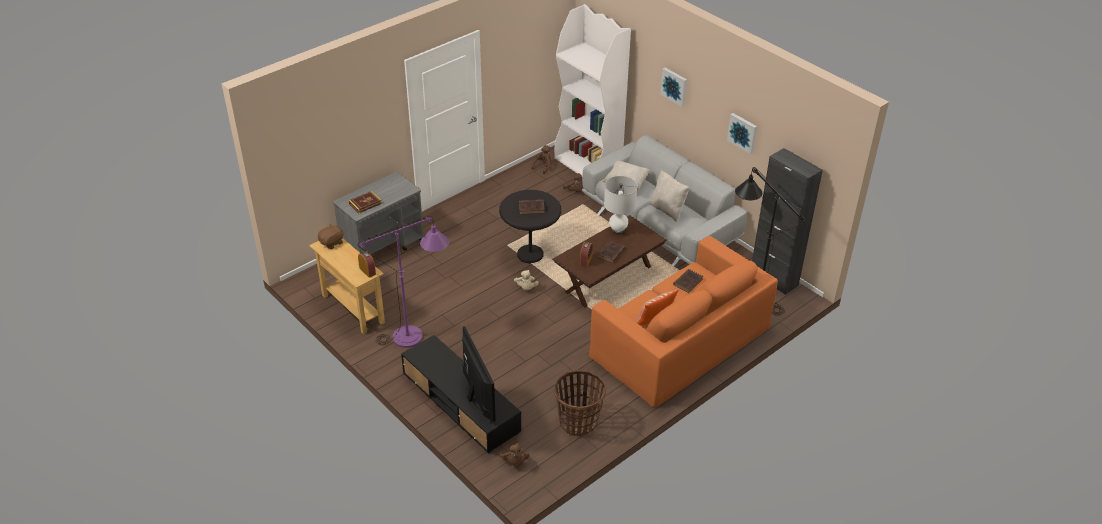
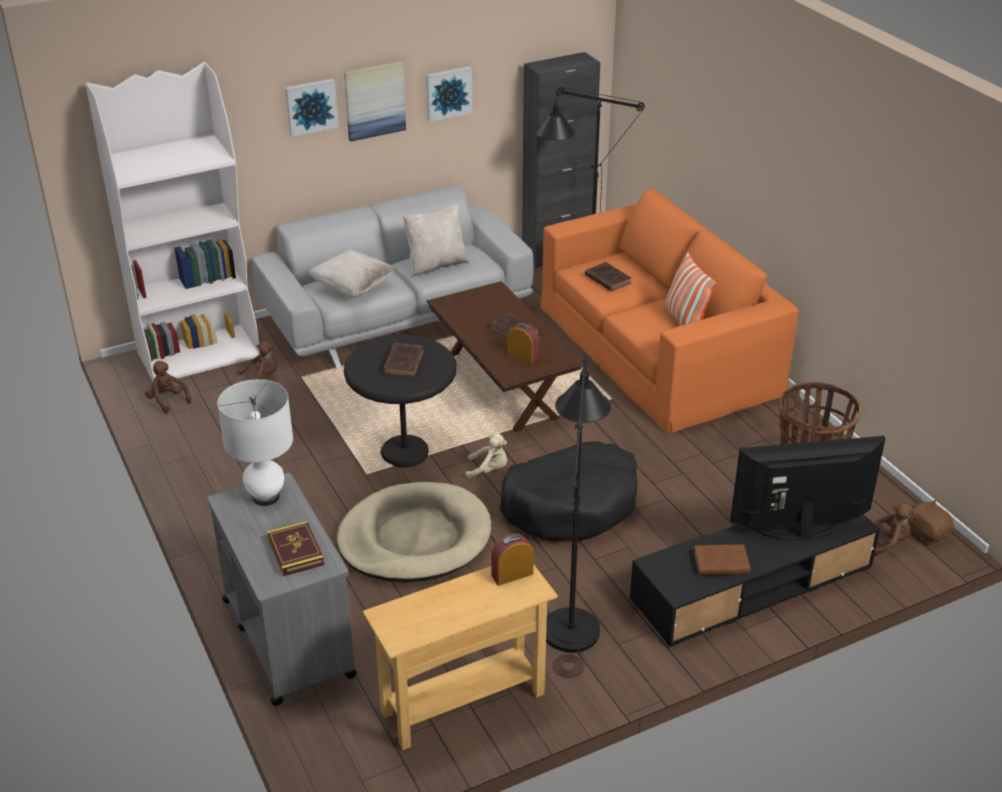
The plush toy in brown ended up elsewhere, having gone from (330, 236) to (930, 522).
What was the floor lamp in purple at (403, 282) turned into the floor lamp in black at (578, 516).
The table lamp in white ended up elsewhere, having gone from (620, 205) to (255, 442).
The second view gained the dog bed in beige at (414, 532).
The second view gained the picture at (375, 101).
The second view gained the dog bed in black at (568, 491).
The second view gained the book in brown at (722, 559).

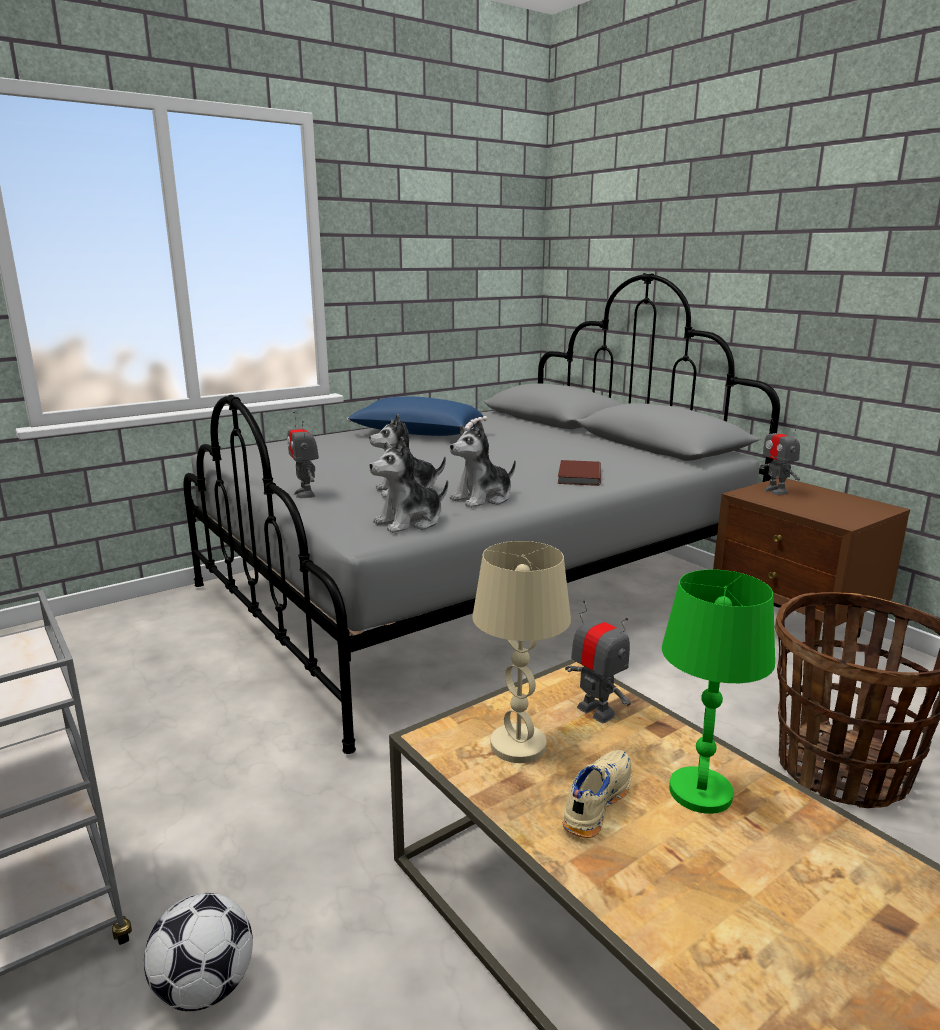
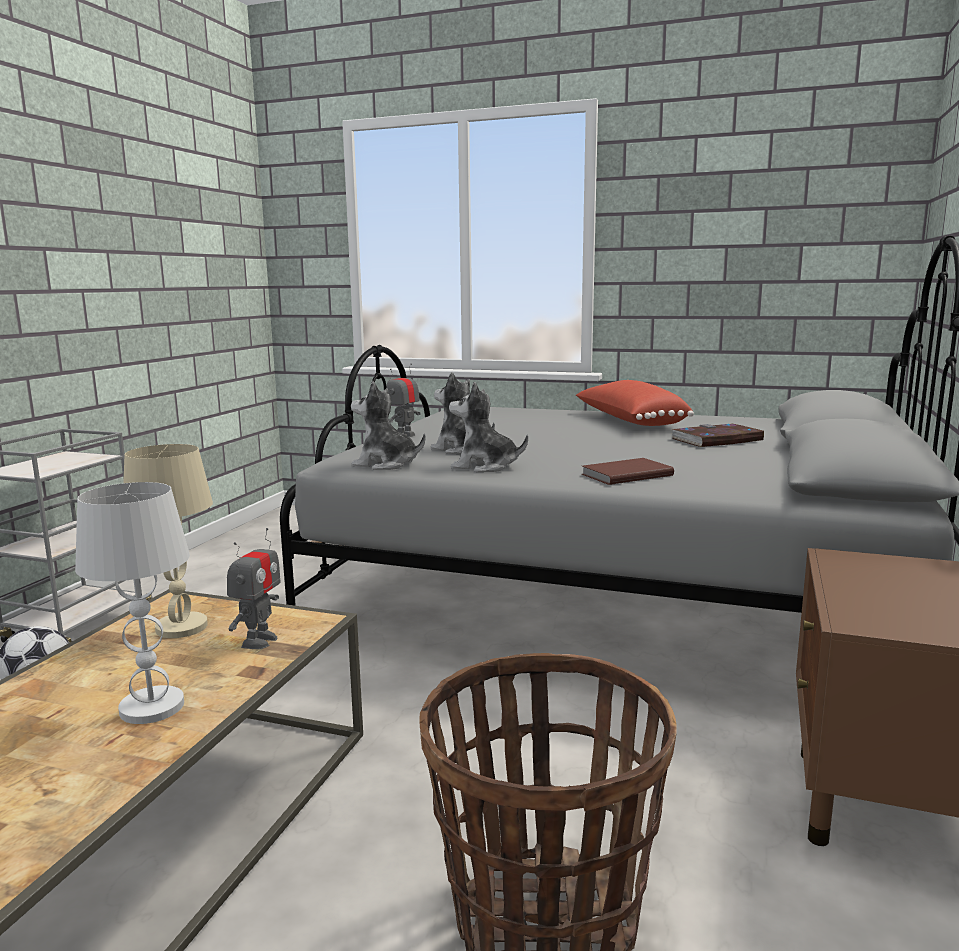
What was the pillow in blue at (417, 416) turned into the pillow in red at (635, 403).
The second view lost the shoe in beige at (597, 794).
What was the table lamp in green at (718, 692) turned into the table lamp in white at (132, 603).
The second view lost the toy robot at (780, 456).
The second view gained the book at (717, 435).

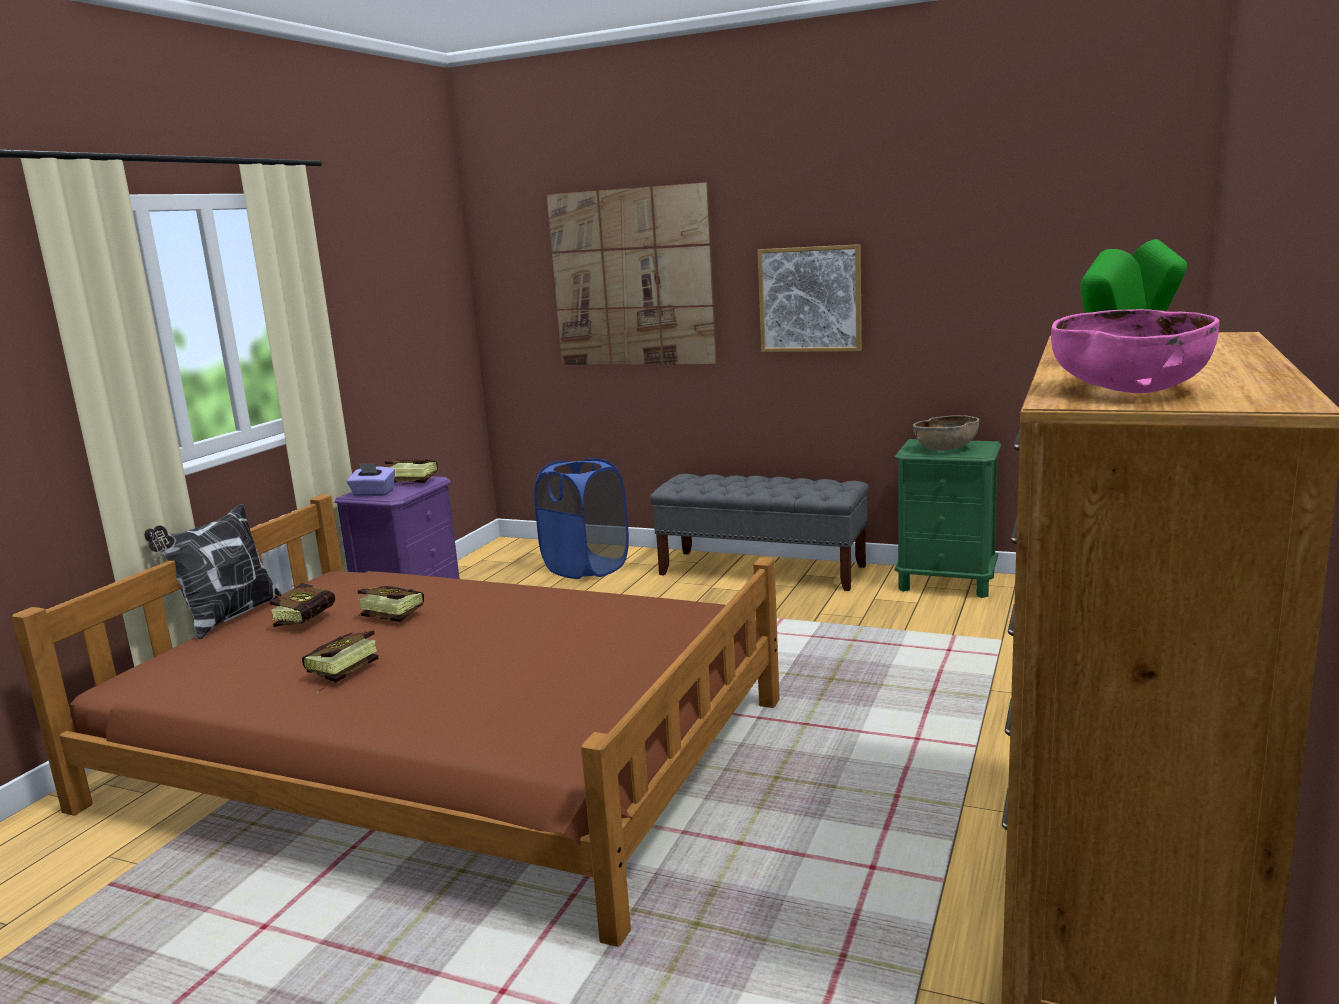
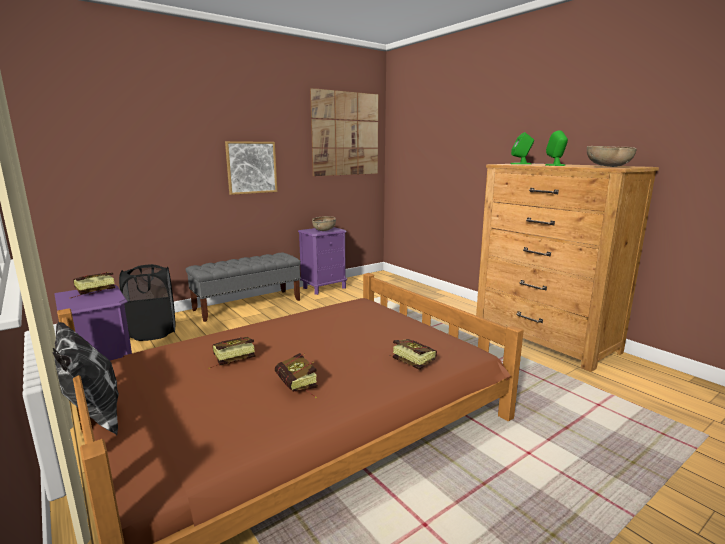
The book ended up elsewhere, having gone from (302, 605) to (413, 354).
The second view lost the tissue box in purple at (370, 479).
What was the laundry basket in blue at (581, 518) turned into the laundry basket in black at (147, 302).
The picture ended up elsewhere, having gone from (631, 273) to (344, 132).
What was the nightstand in green at (948, 518) turned into the nightstand in purple at (322, 261).
What was the bowl in pink at (1135, 351) turned into the bowl in brown at (612, 156).

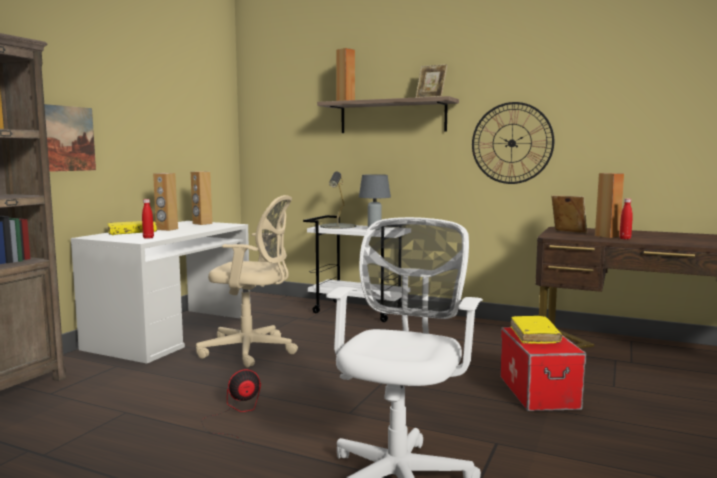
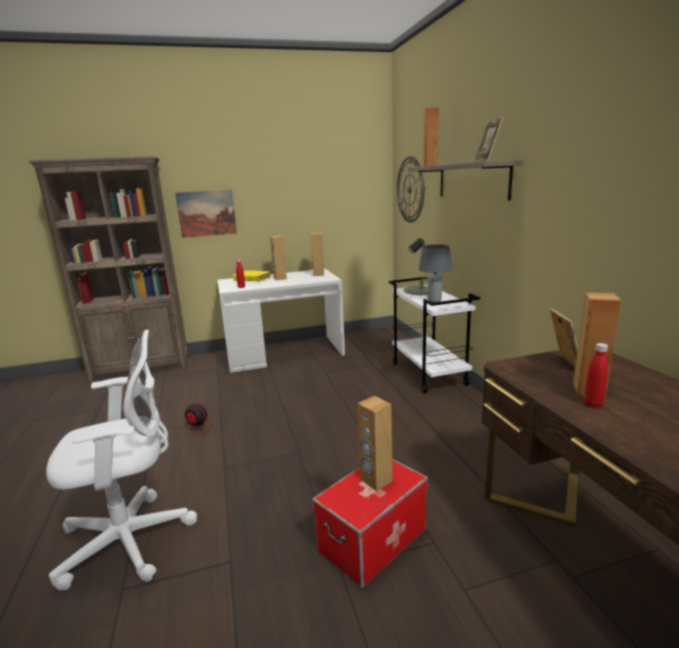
The second view lost the office chair in beige at (247, 281).
The wall clock ended up elsewhere, having gone from (513, 143) to (410, 189).
Where the book in yellow stood at (536, 330), the speaker in brown came to stand at (375, 443).

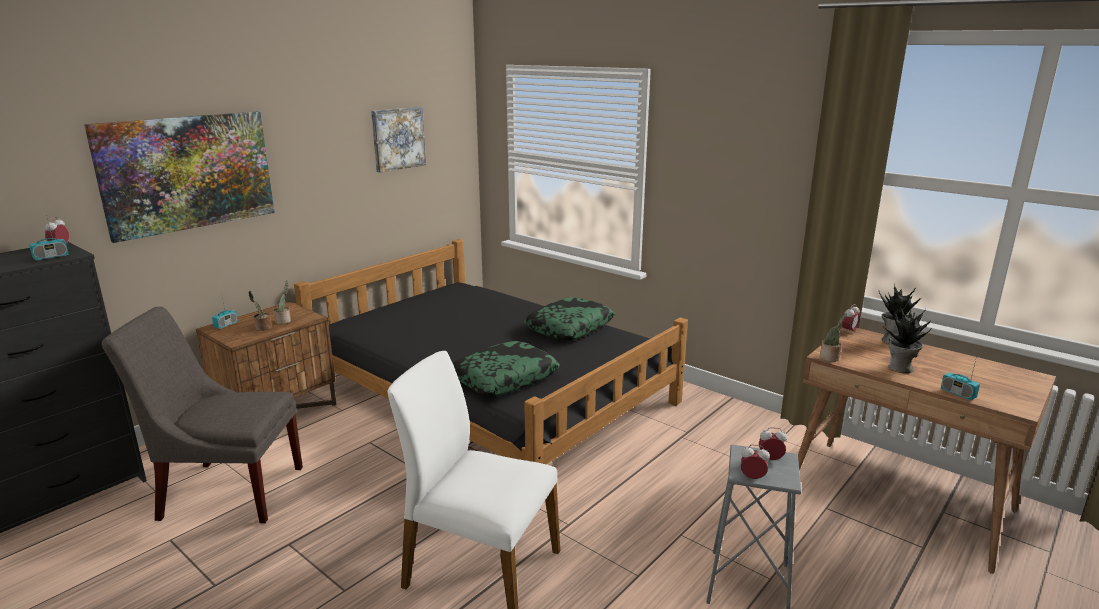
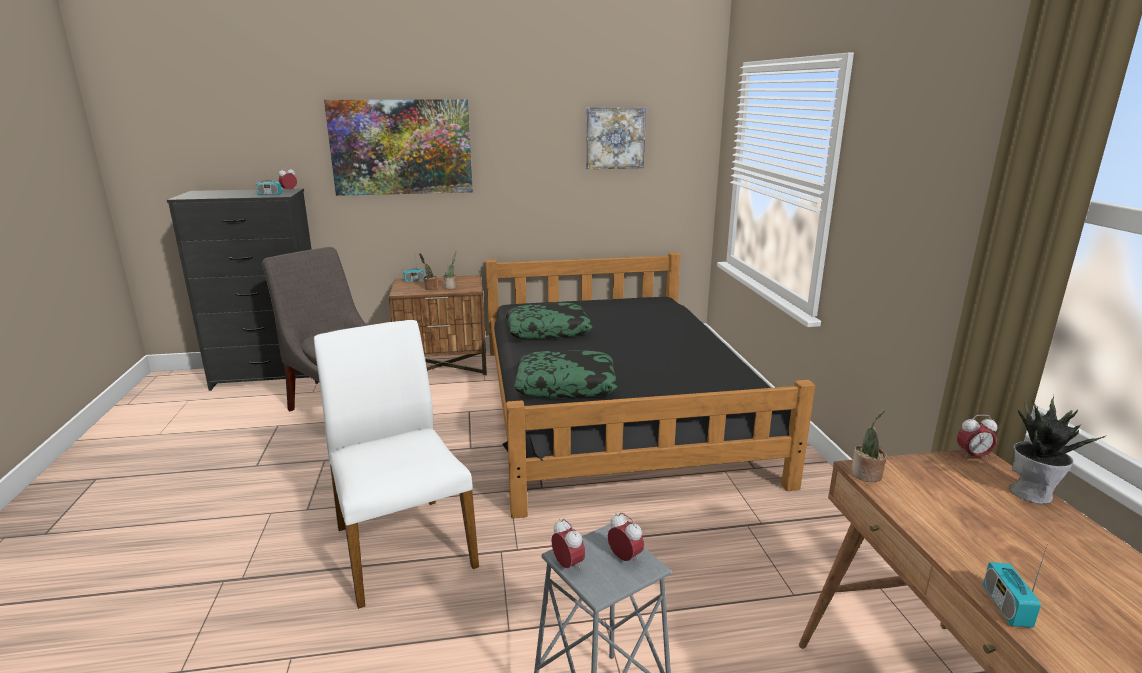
The pillow ended up elsewhere, having gone from (569, 318) to (549, 321).
The second view lost the potted plant at (906, 339).

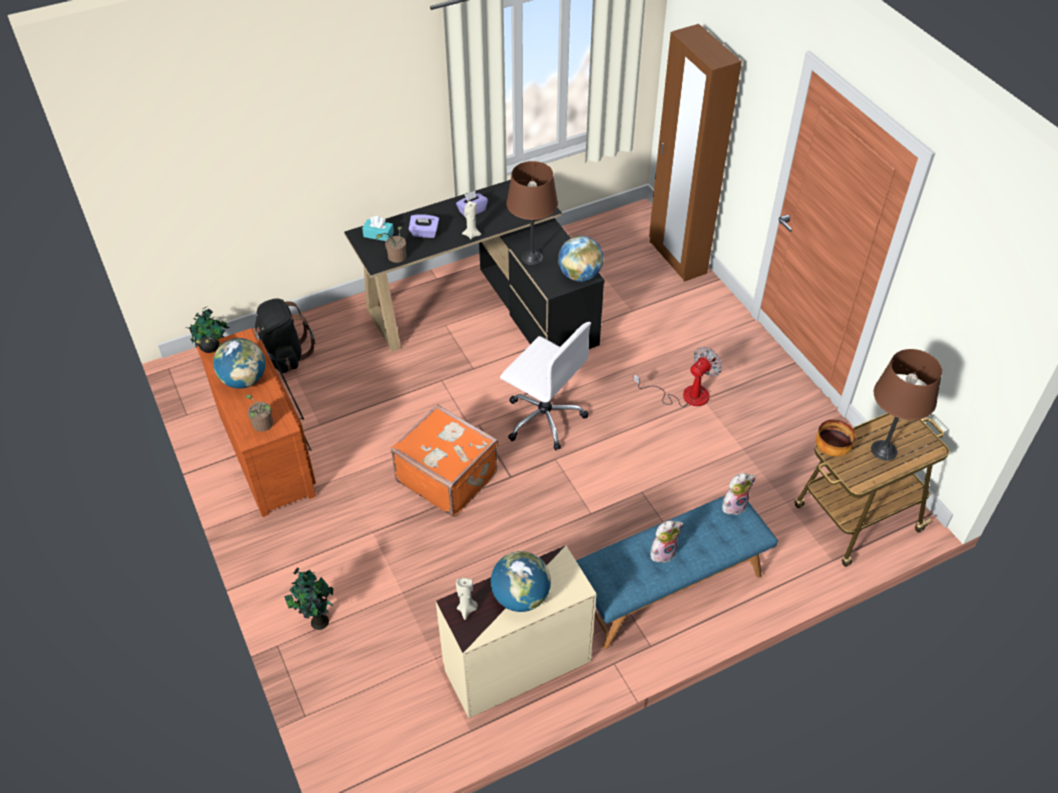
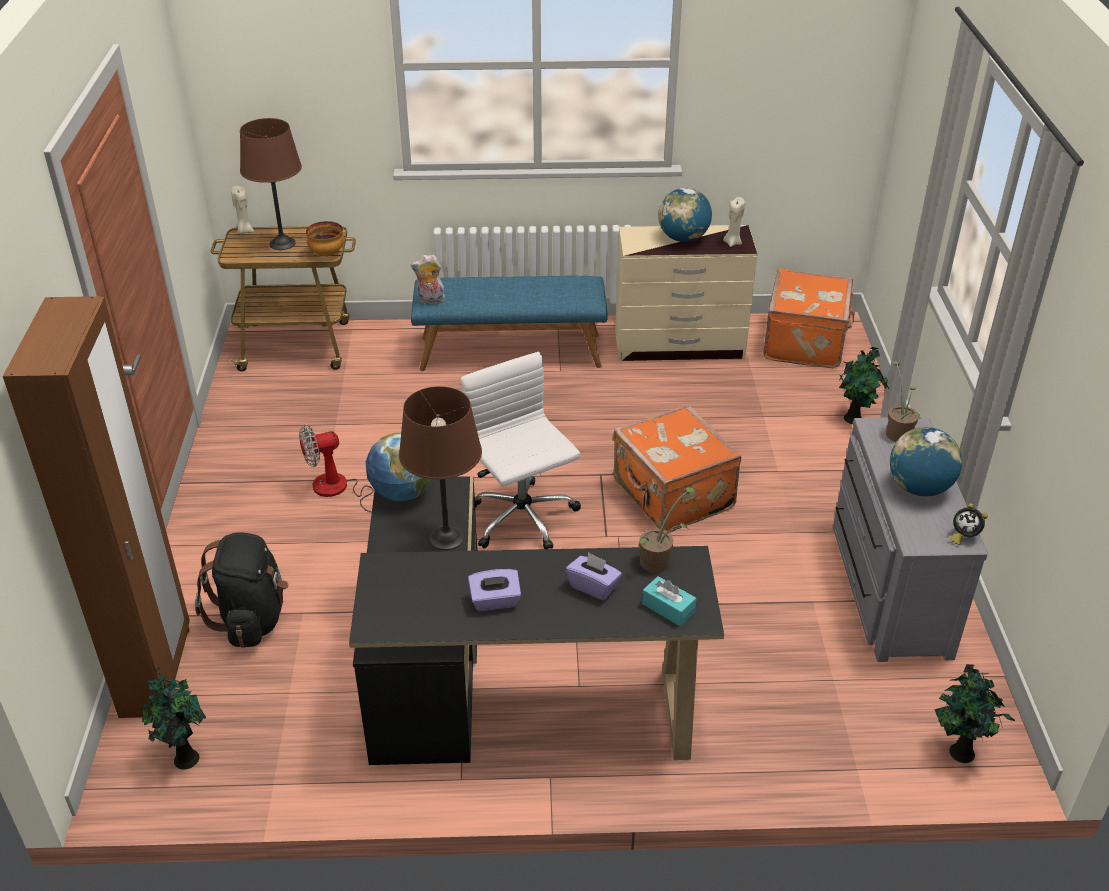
What was the dresser in brown at (256, 422) turned into the dresser in grey at (910, 539).
The backpack in black ended up elsewhere, having gone from (285, 335) to (242, 590).
The candle in beige ended up elsewhere, having gone from (472, 220) to (242, 210).
The second view lost the plush toy at (667, 543).
The second view gained the potted plant at (174, 718).
The second view gained the suitcase in orange at (809, 318).

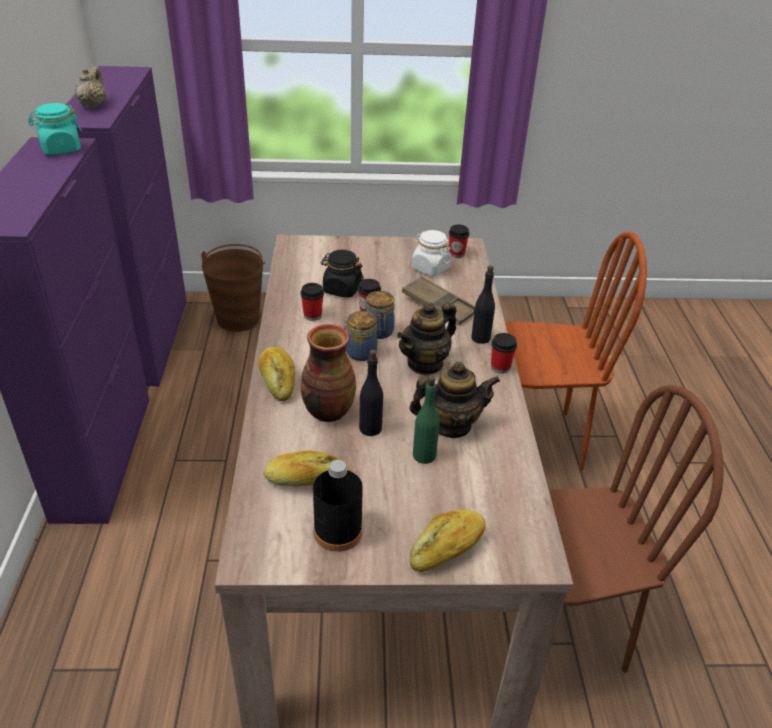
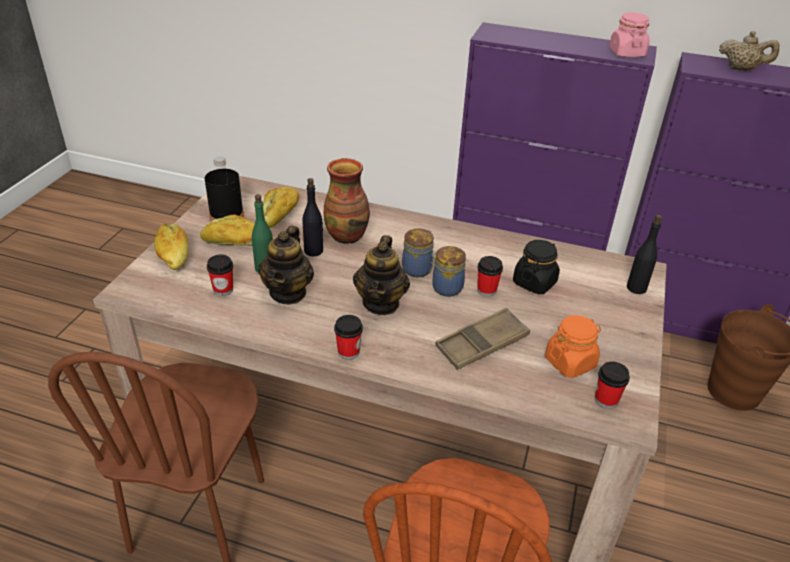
What was the jar in turquoise at (55, 129) turned into the jar in pink at (629, 34).
The bread ended up elsewhere, having gone from (276, 374) to (227, 230).
The cup ended up elsewhere, having gone from (312, 302) to (220, 275).
The teapot at (426, 338) ended up facing another way, 150 degrees counterclockwise from before.
What was the jar in white at (431, 253) turned into the jar in orange at (573, 346).
The bottle in black ended up elsewhere, having gone from (483, 304) to (644, 254).

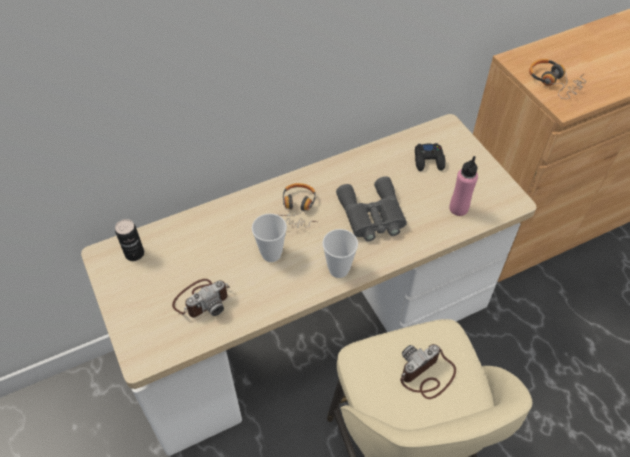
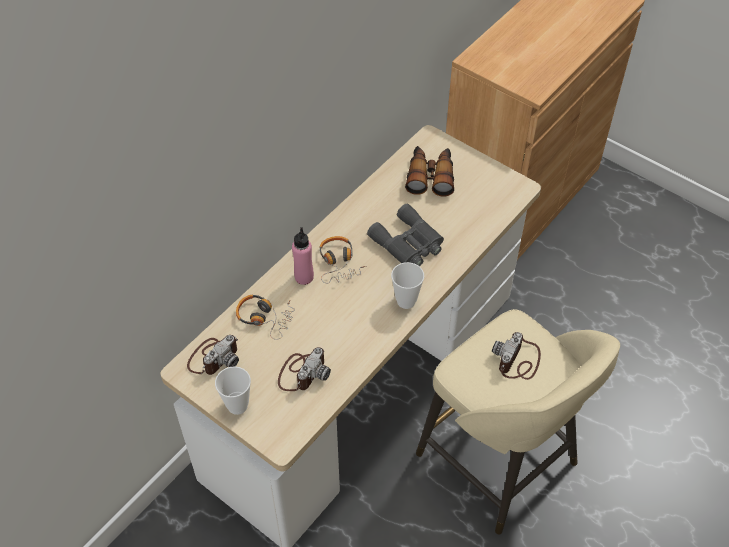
Where the can stood at (129, 240), the photo camera came to stand at (213, 355).
The cup ended up elsewhere, having gone from (269, 238) to (233, 390).
Where the game controller in black stood at (430, 157), the binoculars came to stand at (429, 171).
The bottle in pink ended up elsewhere, having gone from (463, 186) to (303, 256).
The headphones ended up elsewhere, having gone from (557, 79) to (265, 317).

